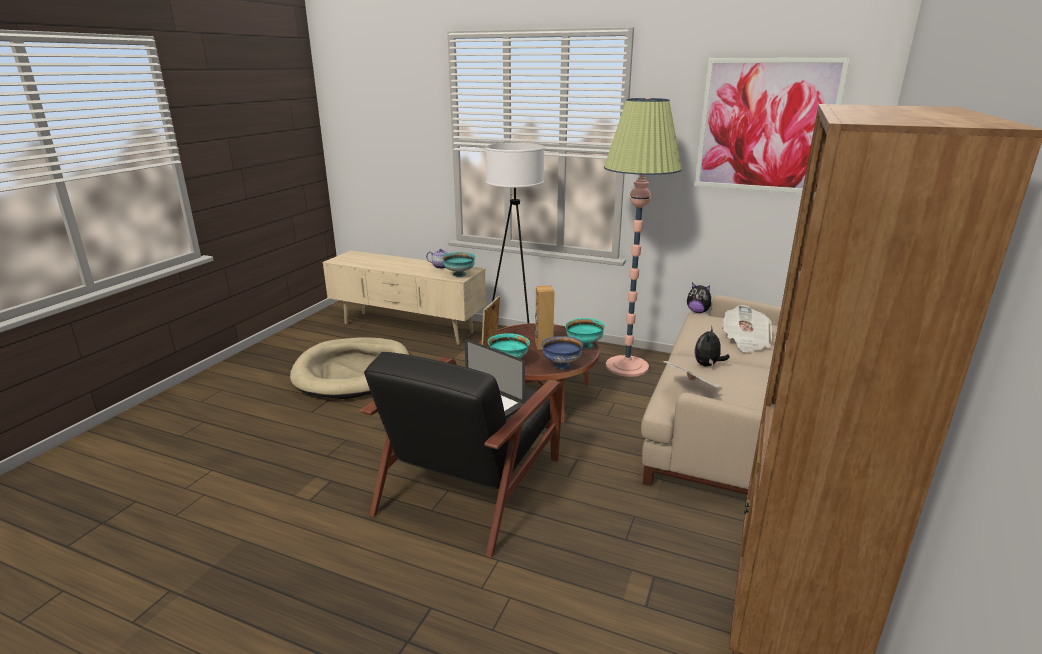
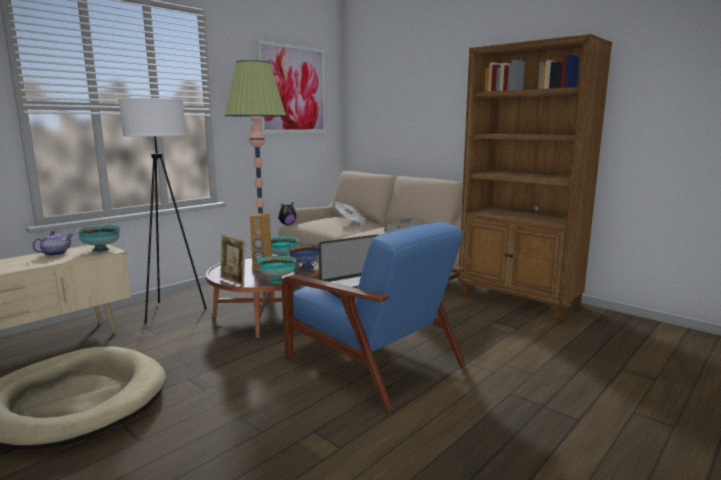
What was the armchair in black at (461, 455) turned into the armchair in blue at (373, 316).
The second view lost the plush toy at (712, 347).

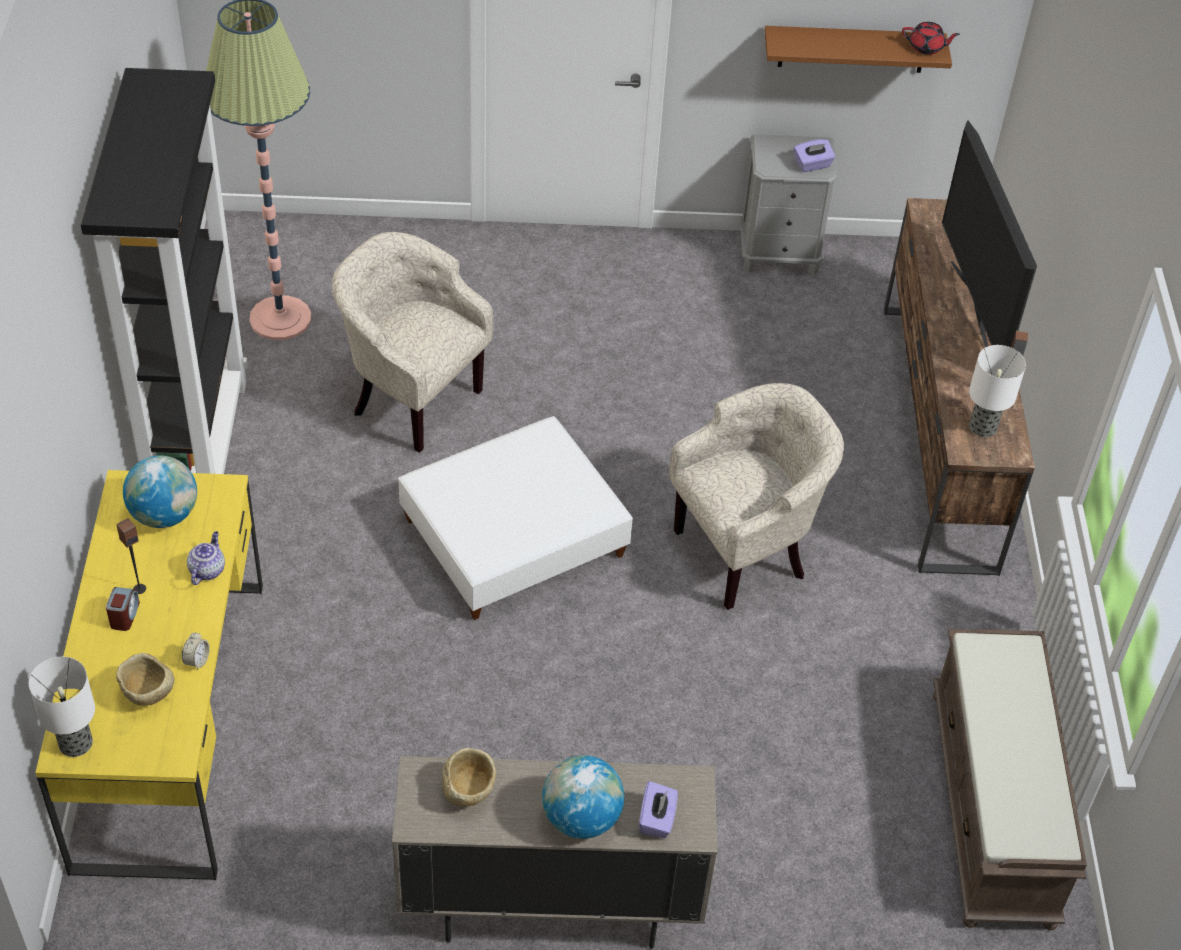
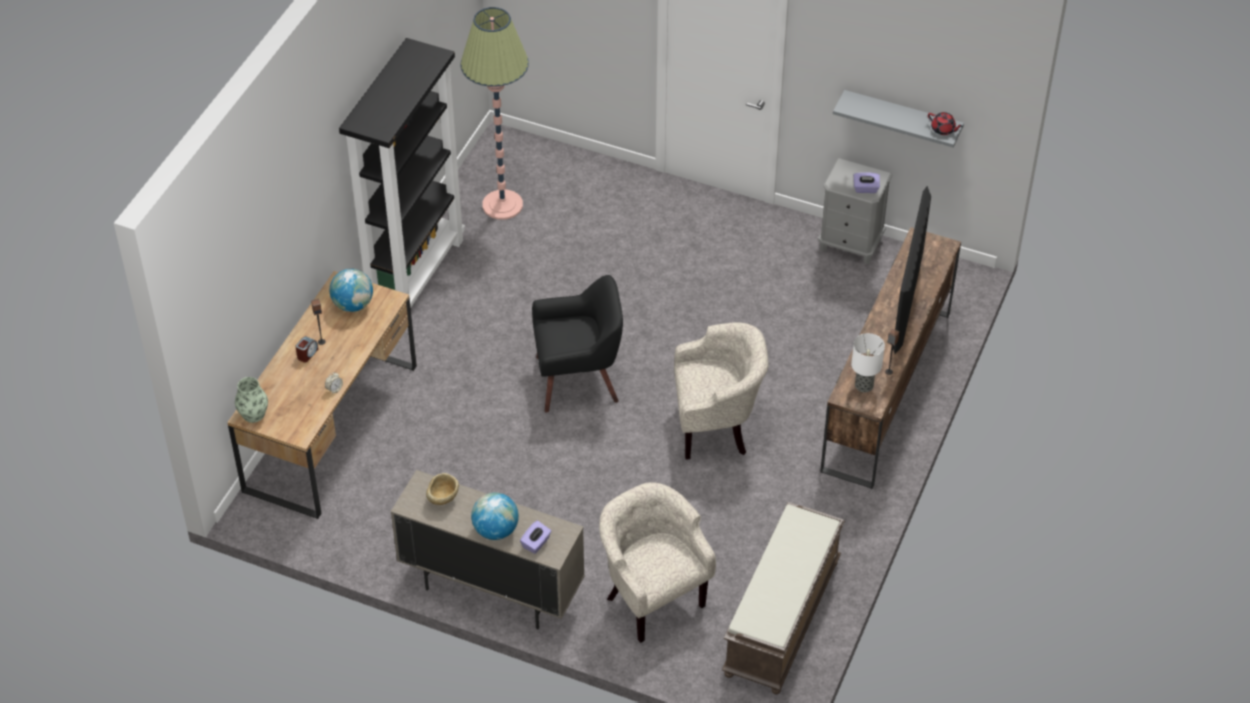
Where the table lamp stood at (62, 707), the vase came to stand at (251, 400).
What was the desk in yellow at (149, 675) turned into the desk in brown at (322, 395).
The second view lost the bowl in beige at (145, 679).
The second view lost the teapot at (206, 558).
The armchair in beige ended up elsewhere, having gone from (413, 342) to (657, 562).
Where the ottoman in white stood at (515, 518), the armchair in black came to stand at (577, 344).
What was the shelf in brown at (858, 49) turned into the shelf in grey at (898, 118).

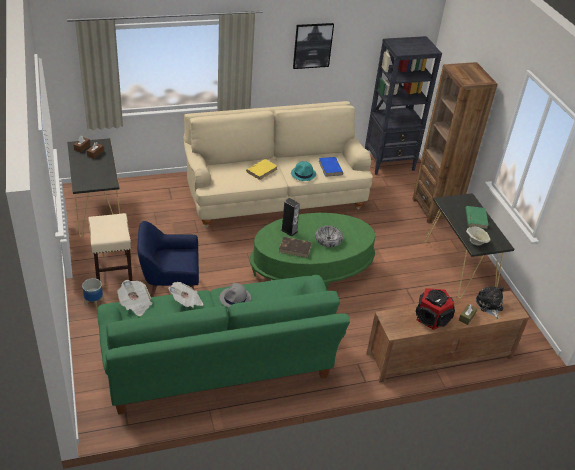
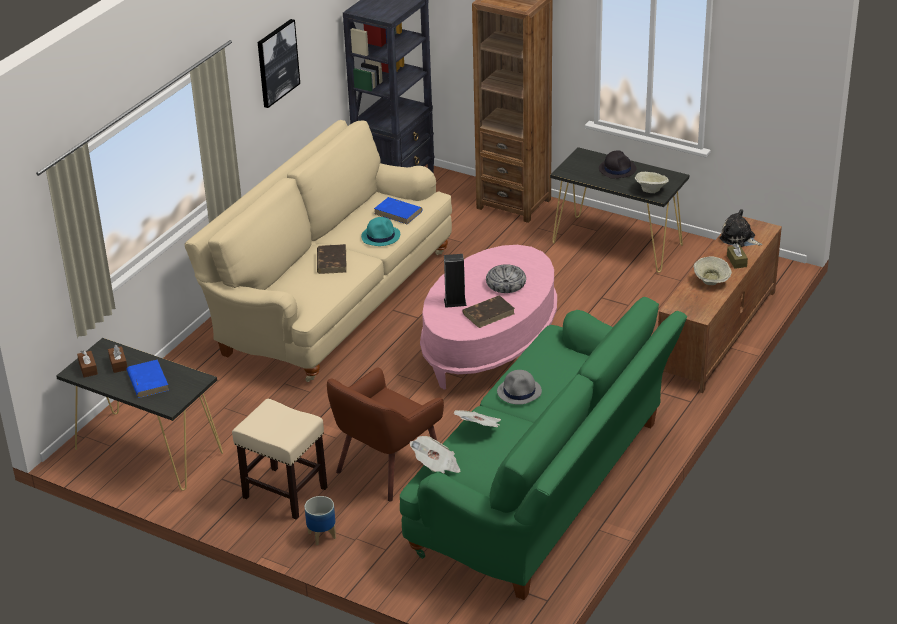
What was the armchair in blue at (168, 259) turned into the armchair in brown at (385, 434).
What was the book in yellow at (261, 169) turned into the book in brown at (332, 259).
What was the coffee table in green at (312, 251) turned into the coffee table in pink at (488, 317).
Where the speaker stood at (435, 309), the bowl in beige came to stand at (713, 270).
Where the book in green stood at (477, 217), the hat in black came to stand at (617, 164).
The second view gained the book in blue at (148, 378).

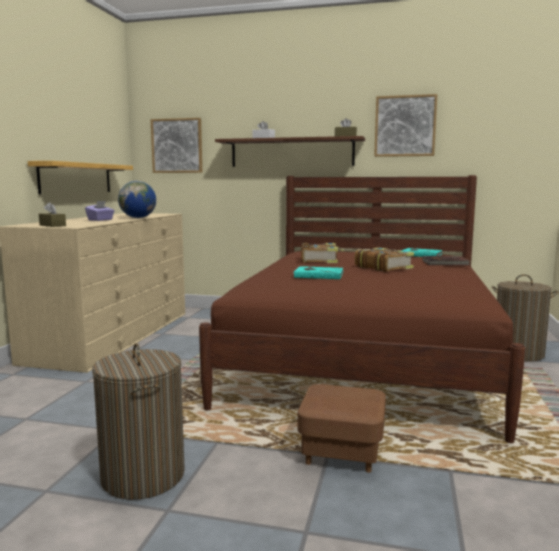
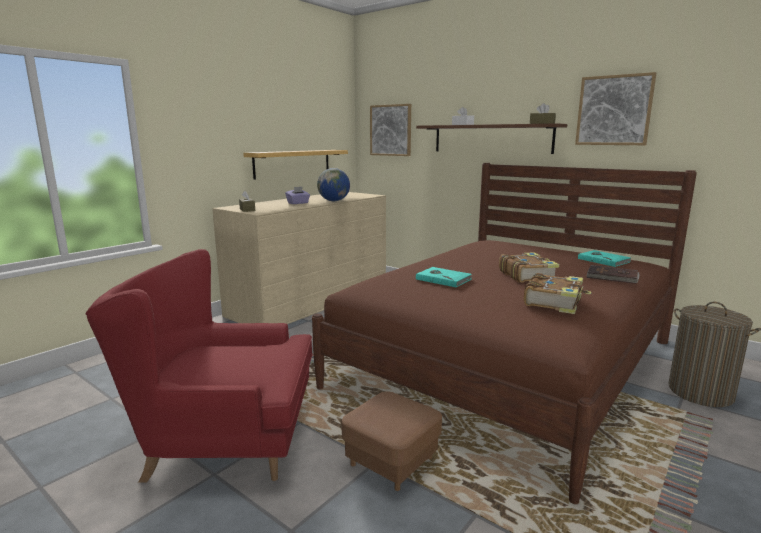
Where the laundry basket stood at (138, 421), the armchair in red came to stand at (198, 366).
The book ended up elsewhere, having gone from (322, 253) to (557, 293).

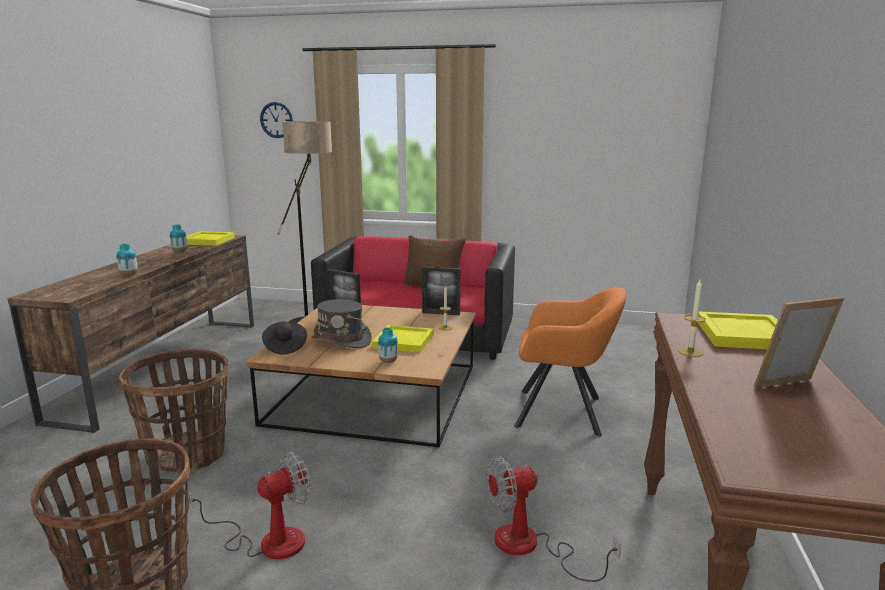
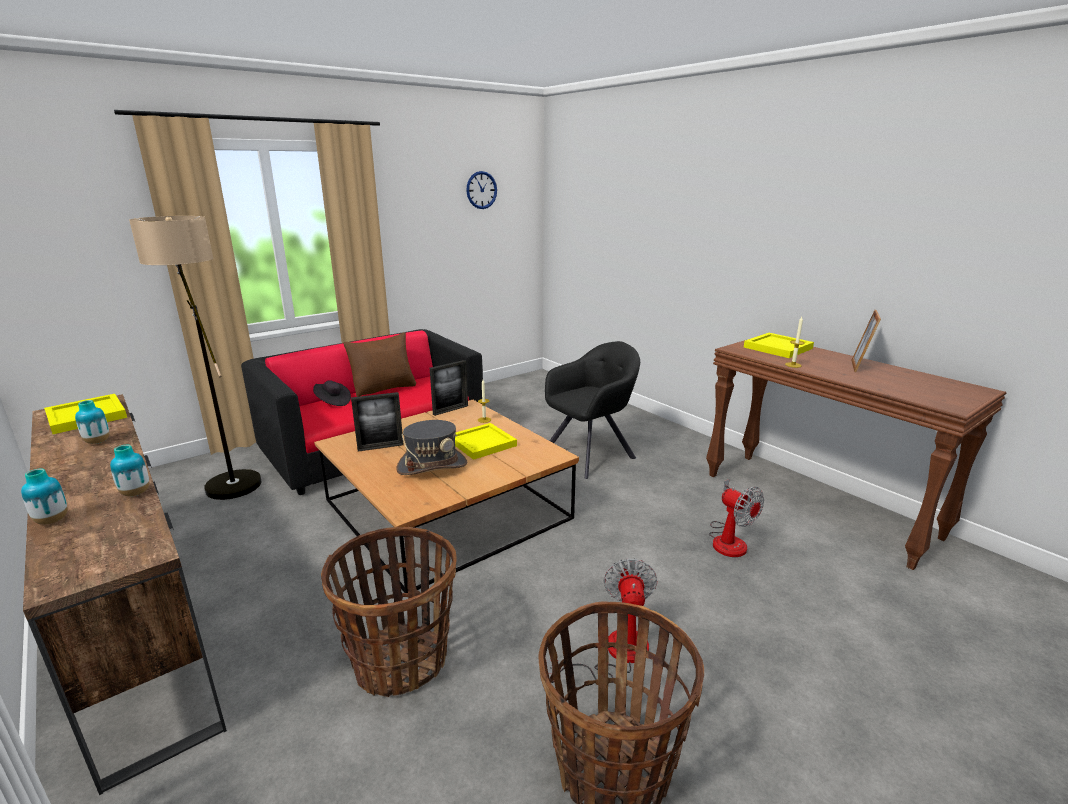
The wall clock ended up elsewhere, having gone from (276, 120) to (481, 190).
The hat in black ended up elsewhere, having gone from (284, 338) to (332, 393).
The vase ended up elsewhere, having gone from (388, 345) to (44, 497).
The fan at (553, 519) ended up facing another way, 60 degrees counterclockwise from before.
What was the armchair in orange at (570, 362) turned into the armchair in black at (592, 410).

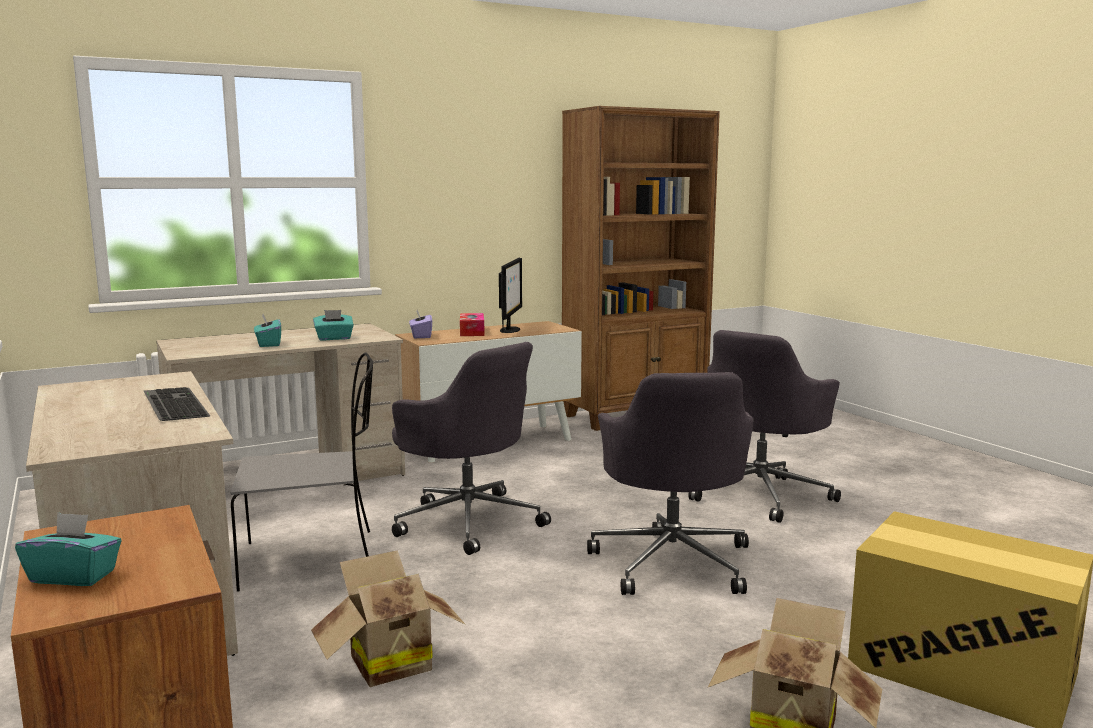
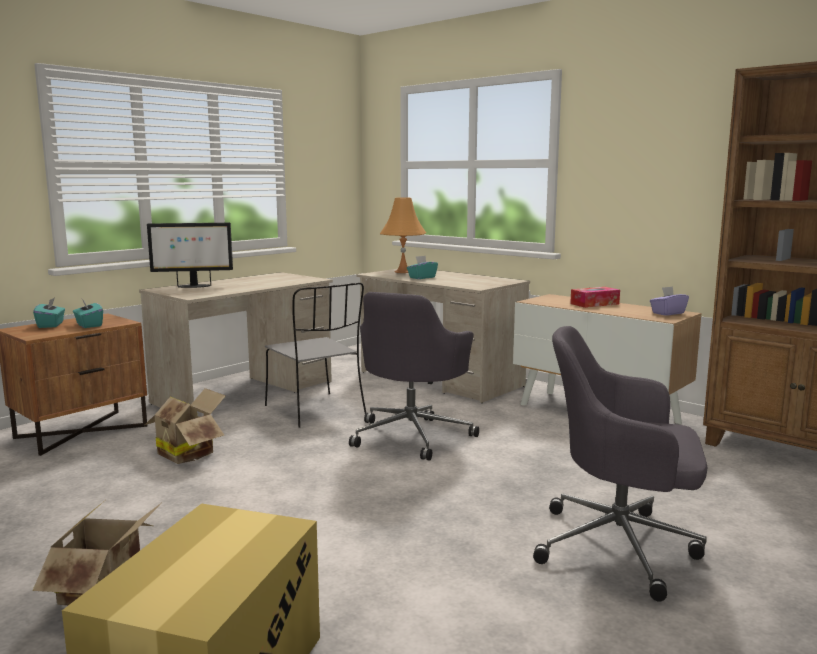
The second view lost the keyboard at (177, 404).
The tissue box in turquoise ended up elsewhere, having gone from (333, 325) to (88, 313).
The tissue box in purple ended up elsewhere, having gone from (420, 324) to (669, 301).
The monitor ended up elsewhere, having gone from (510, 295) to (190, 255).
The second view lost the office chair in grey at (670, 483).
The second view gained the table lamp in orange at (403, 235).

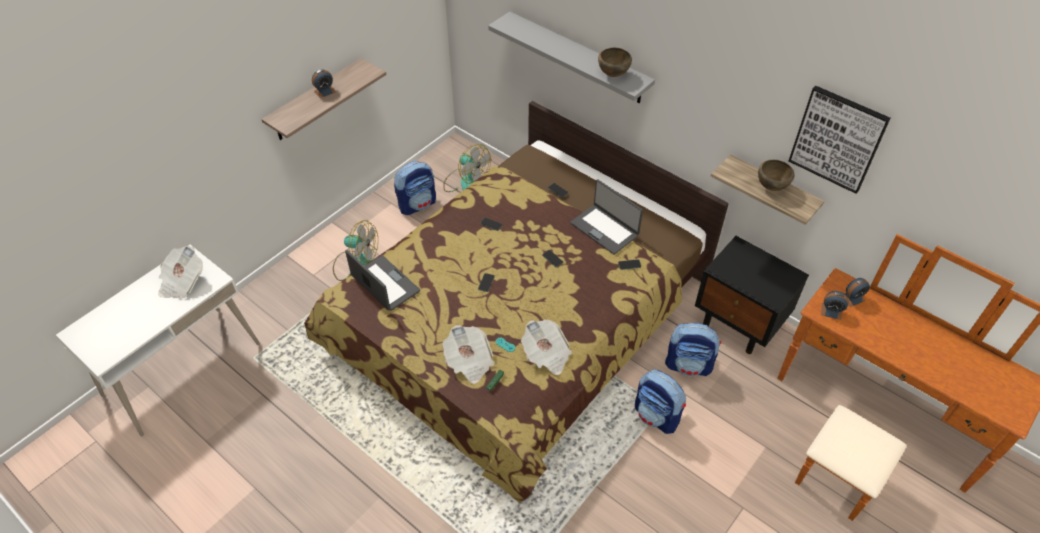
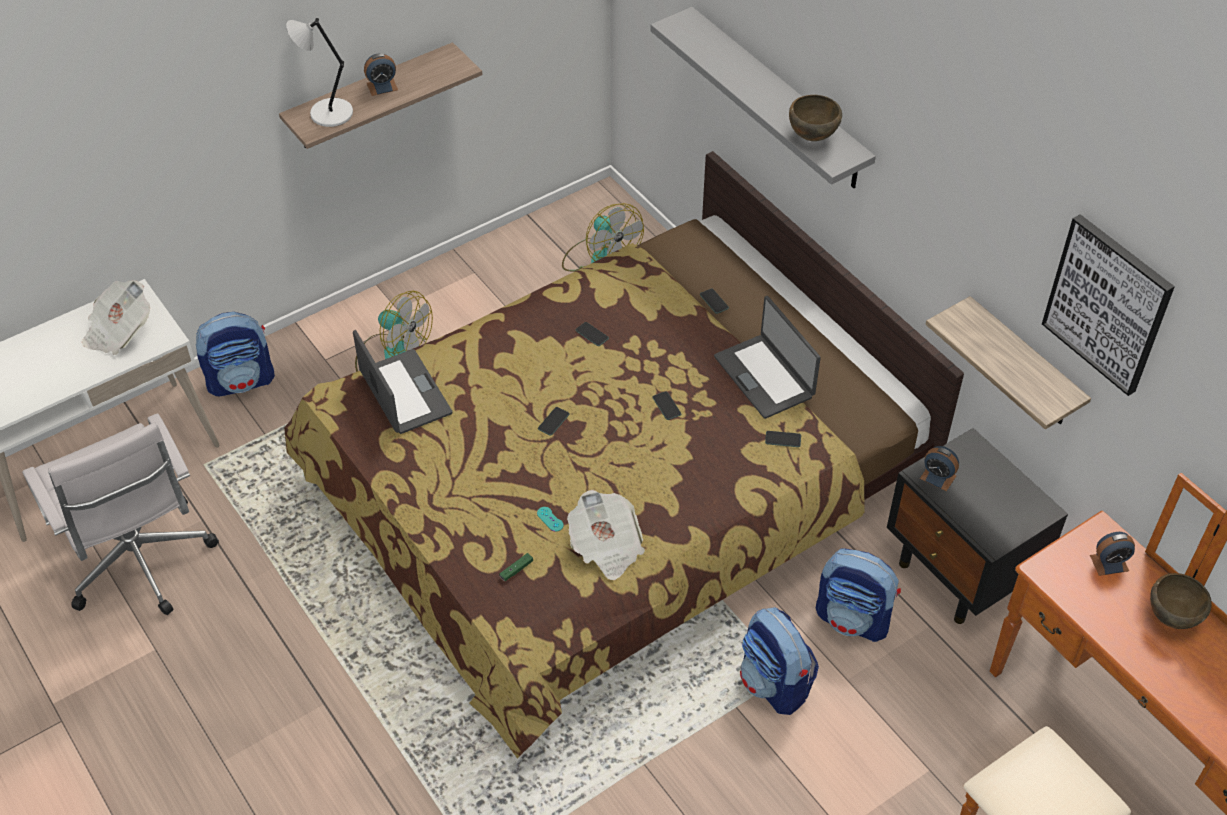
The backpack ended up elsewhere, having gone from (415, 188) to (235, 354).
The second view lost the newspaper at (468, 354).
The bowl in brown ended up elsewhere, having gone from (776, 175) to (1181, 601).
The alarm clock ended up elsewhere, having gone from (835, 305) to (939, 468).
The second view gained the office chair in white at (120, 514).
The second view gained the table lamp in grey at (319, 72).

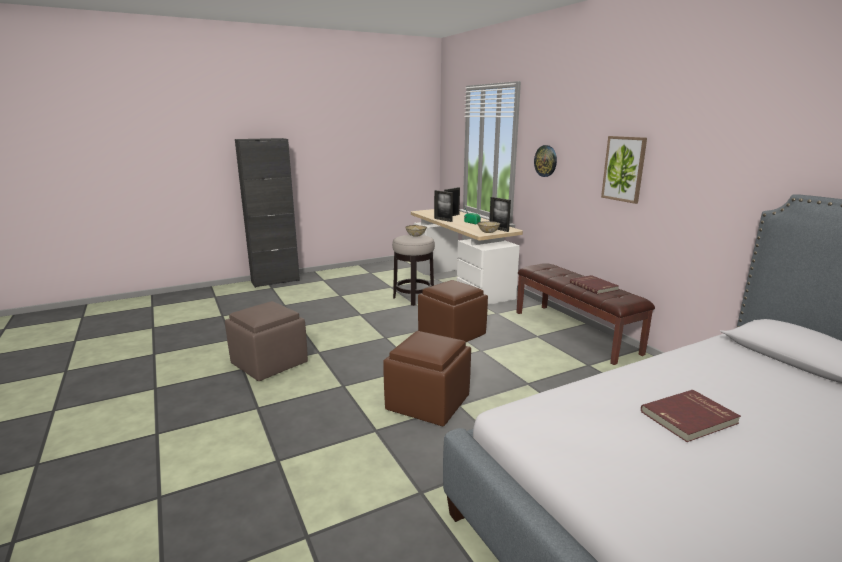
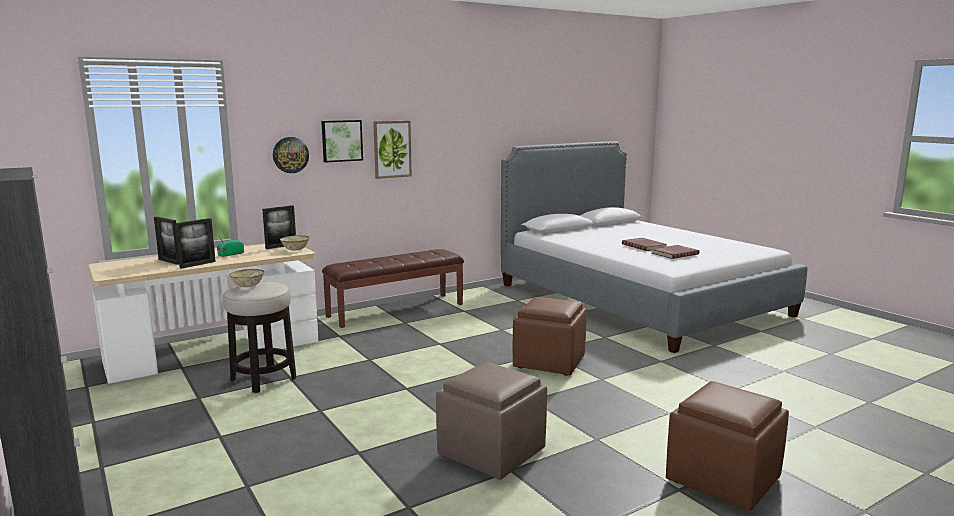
The ottoman in brown ended up elsewhere, having gone from (453, 311) to (727, 446).
The book in red ended up elsewhere, having gone from (594, 284) to (675, 252).
The second view gained the picture at (342, 141).

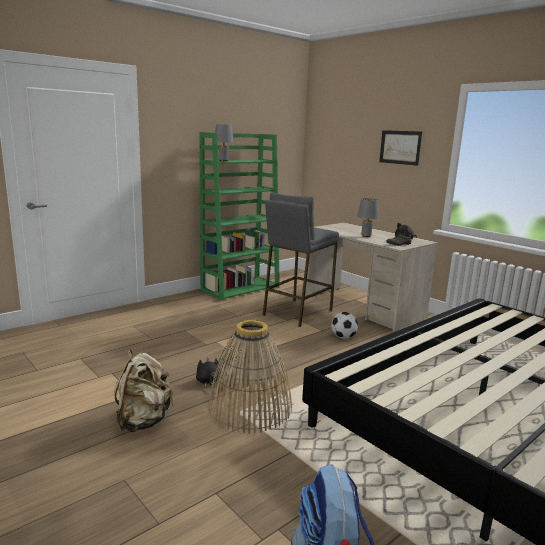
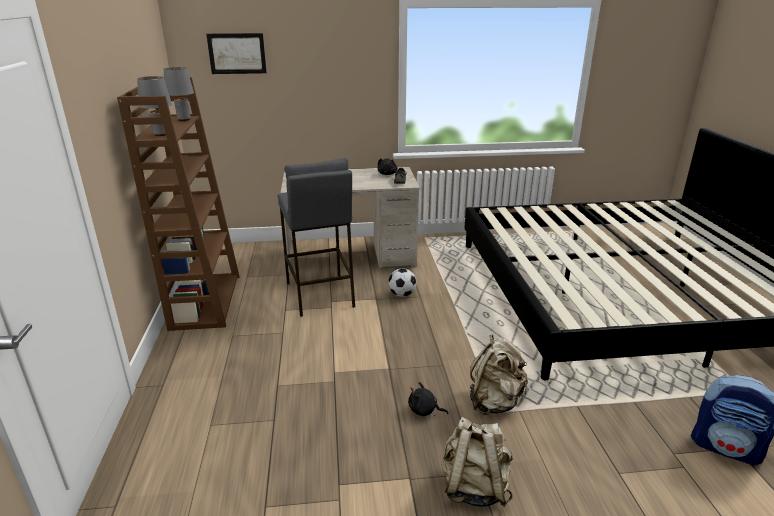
What was the bookcase in green at (239, 216) turned into the bookcase in brown at (178, 204).
Where the basket stood at (249, 377), the backpack in beige came to stand at (499, 375).
The table lamp in grey ended up elsewhere, having gone from (367, 217) to (178, 94).
The picture ended up elsewhere, having gone from (400, 148) to (236, 53).

